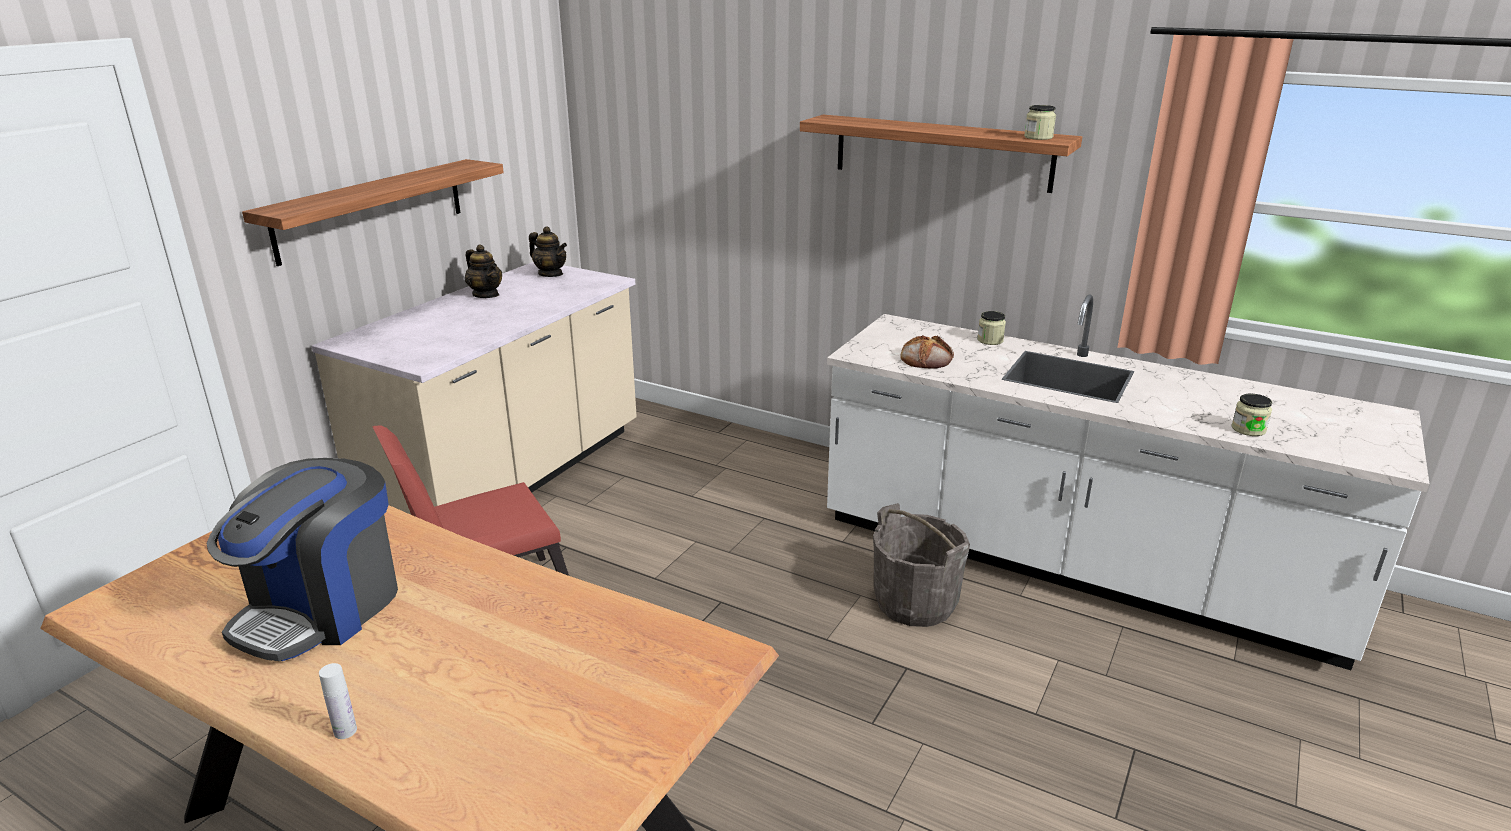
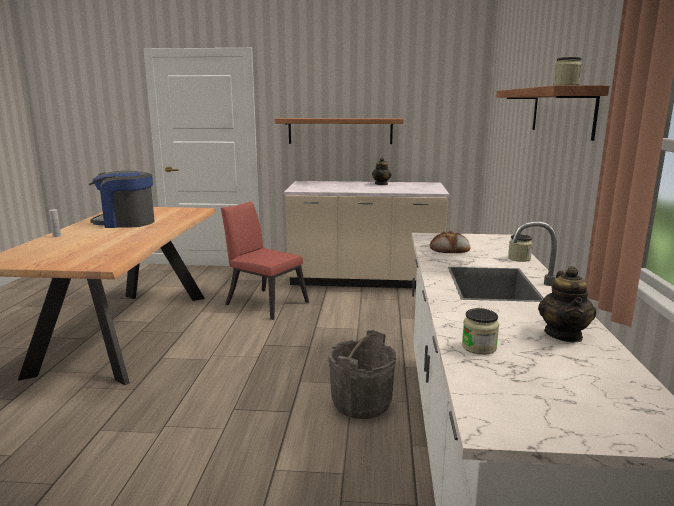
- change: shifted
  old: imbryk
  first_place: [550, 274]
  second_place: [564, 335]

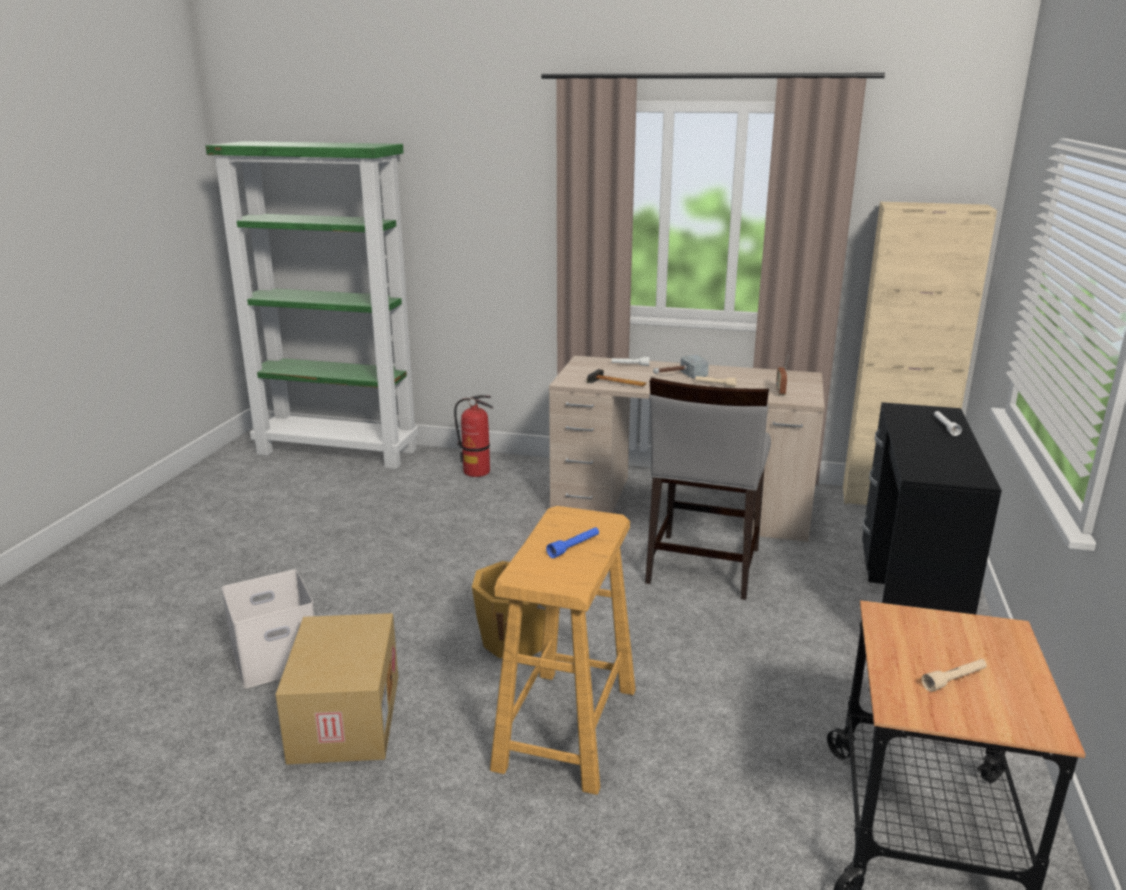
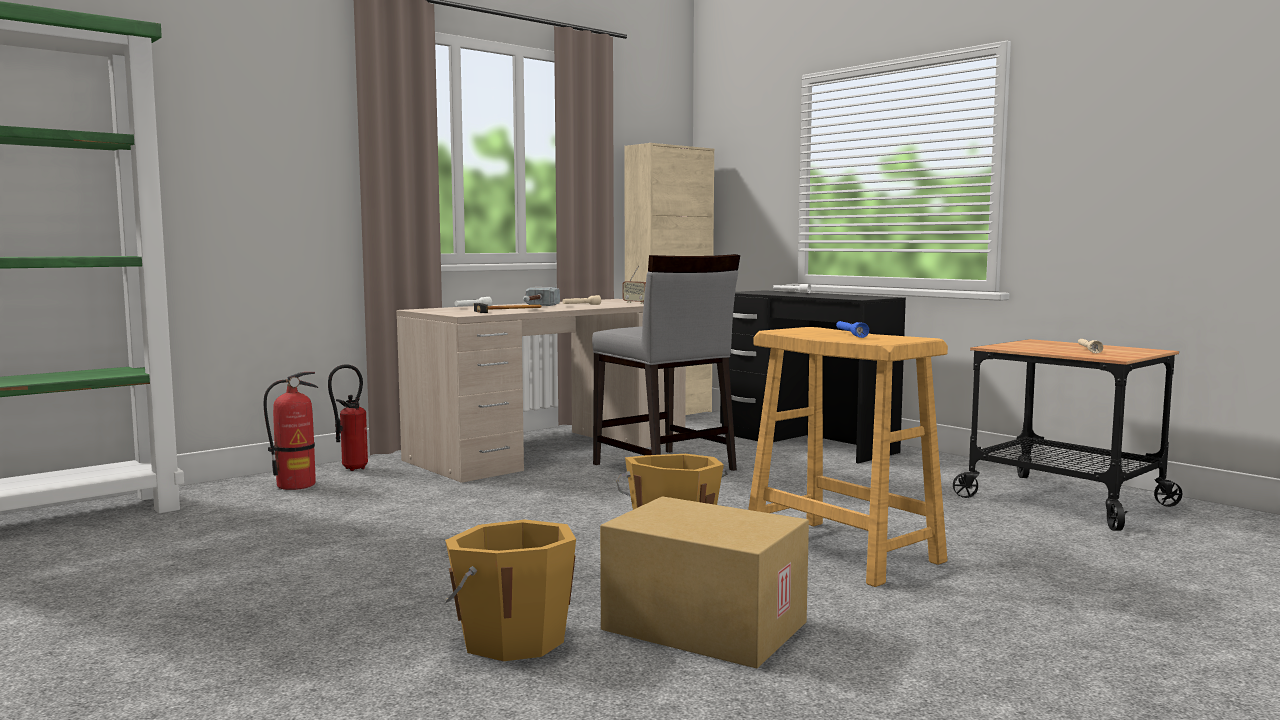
- change: swapped
  old: pojemnik do przechowywania (biały)
  new: wiadro (pomarańczowy)
  first_place: [277, 656]
  second_place: [511, 638]
- change: new
  new: gaśnica
  second_place: [350, 469]

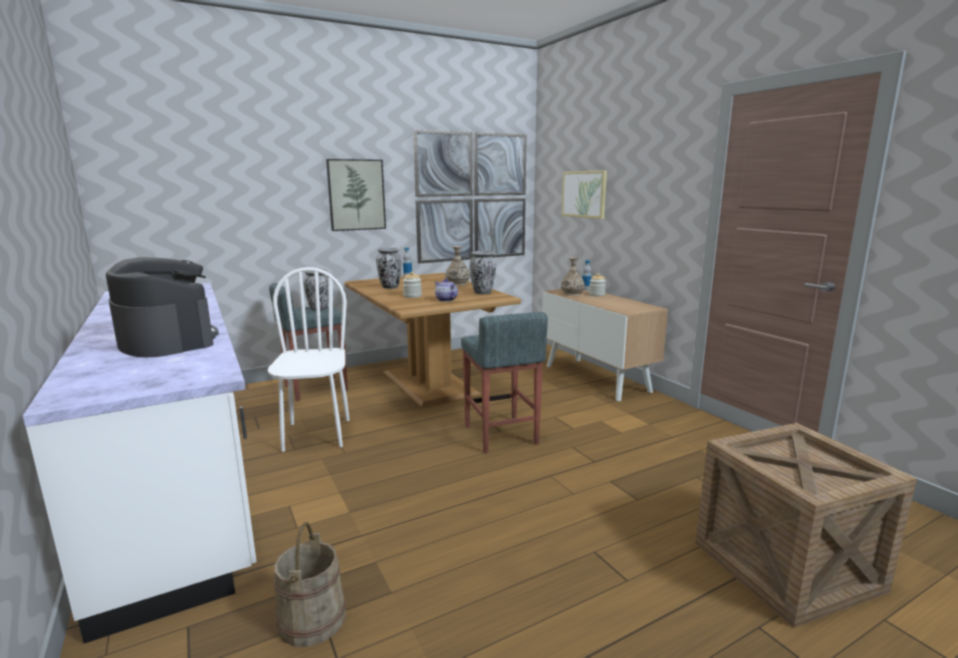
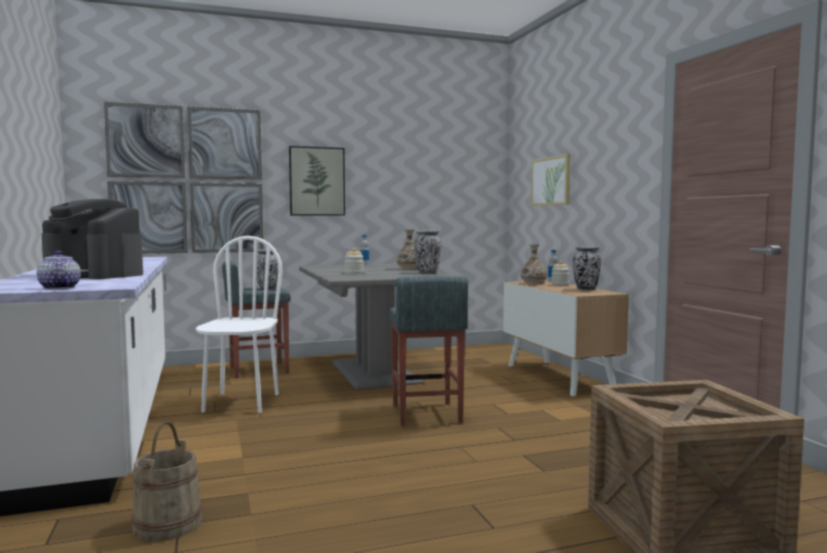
- change: rotated
  old: ekspres do kawy
  first_place: [167, 341]
  second_place: [94, 275]
  degrees: 150
- change: repainted
  old: stół jadalny (brązowy)
  new: stół jadalny (szary)
  first_place: [428, 383]
  second_place: [373, 372]
- change: shifted
  old: wazon
  first_place: [390, 287]
  second_place: [586, 289]
- change: shifted
  old: obraz
  first_place: [472, 197]
  second_place: [187, 180]
- change: shifted
  old: imbryk
  first_place: [445, 300]
  second_place: [59, 287]

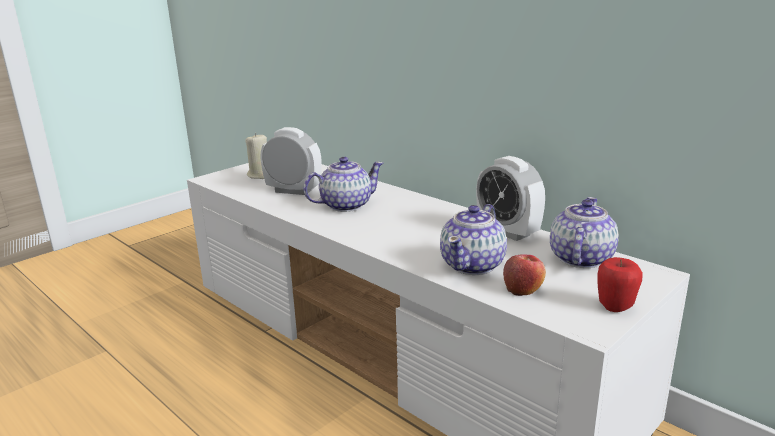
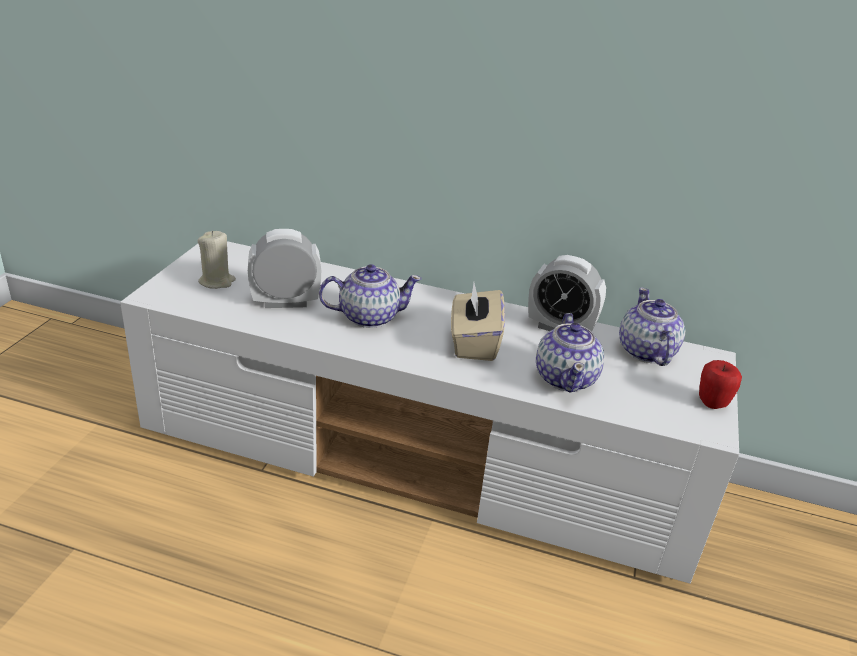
- change: rotated
  old: imbryk
  first_place: [345, 205]
  second_place: [368, 317]
  degrees: 45
- change: gone
  old: jabłko
  first_place: [523, 289]
- change: new
  new: pudełko chusteczek (beżowy)
  second_place: [474, 343]

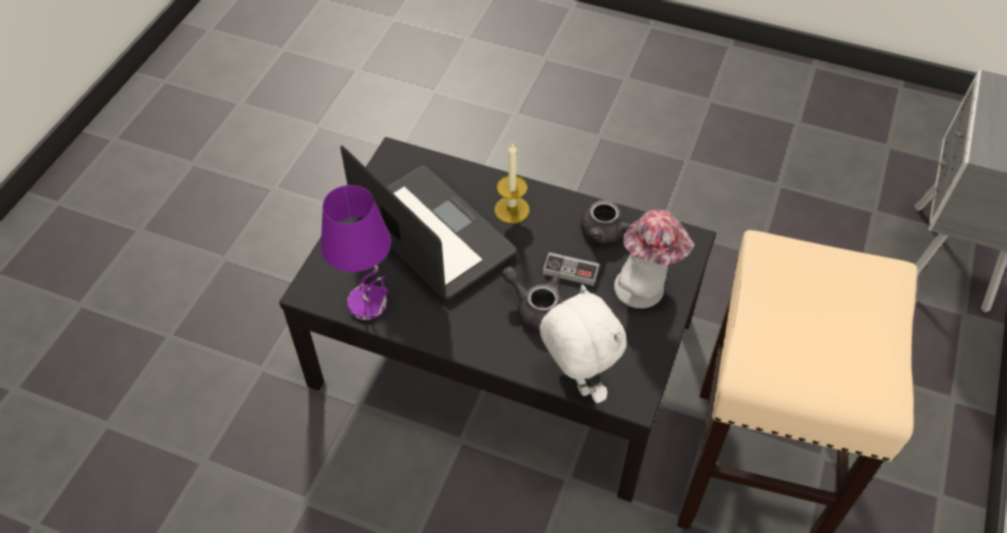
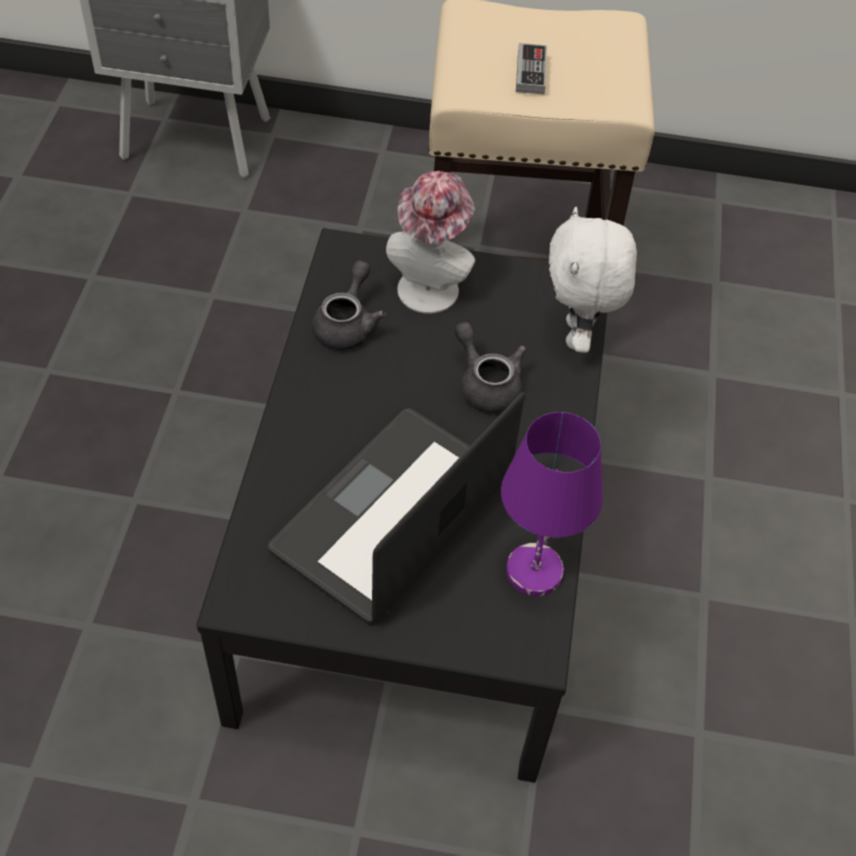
- change: gone
  old: świeca
  first_place: [511, 210]
- change: rotated
  old: imbryk (szary)
  first_place: [536, 308]
  second_place: [486, 384]
  degrees: 120
- change: rotated
  old: pluszak (biały)
  first_place: [576, 382]
  second_place: [578, 336]
  degrees: -45
- change: shifted
  old: pad do gier
  first_place: [570, 271]
  second_place: [530, 72]

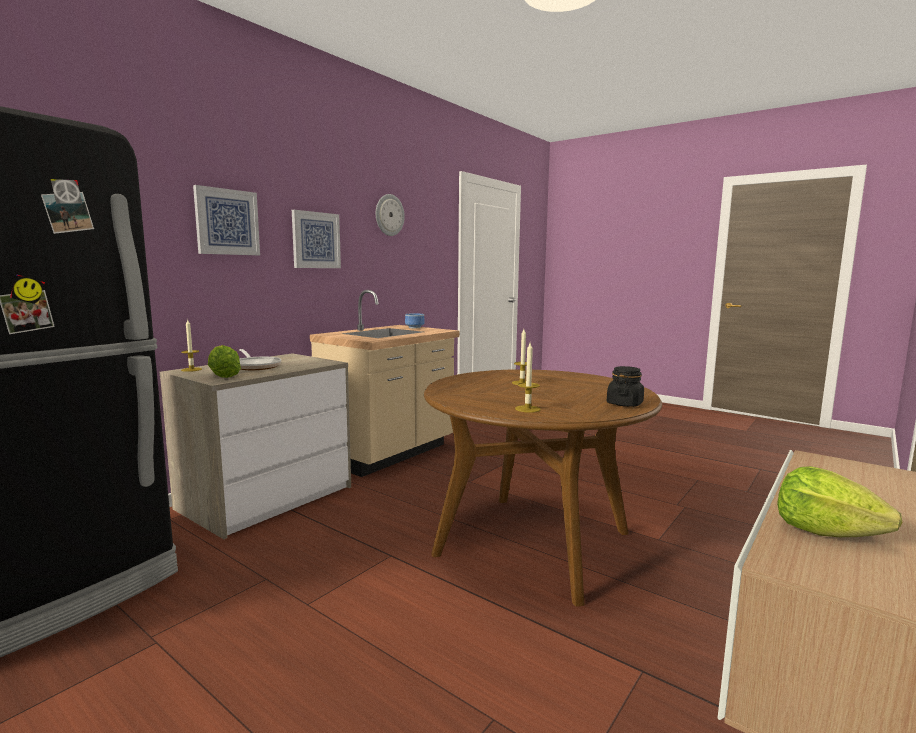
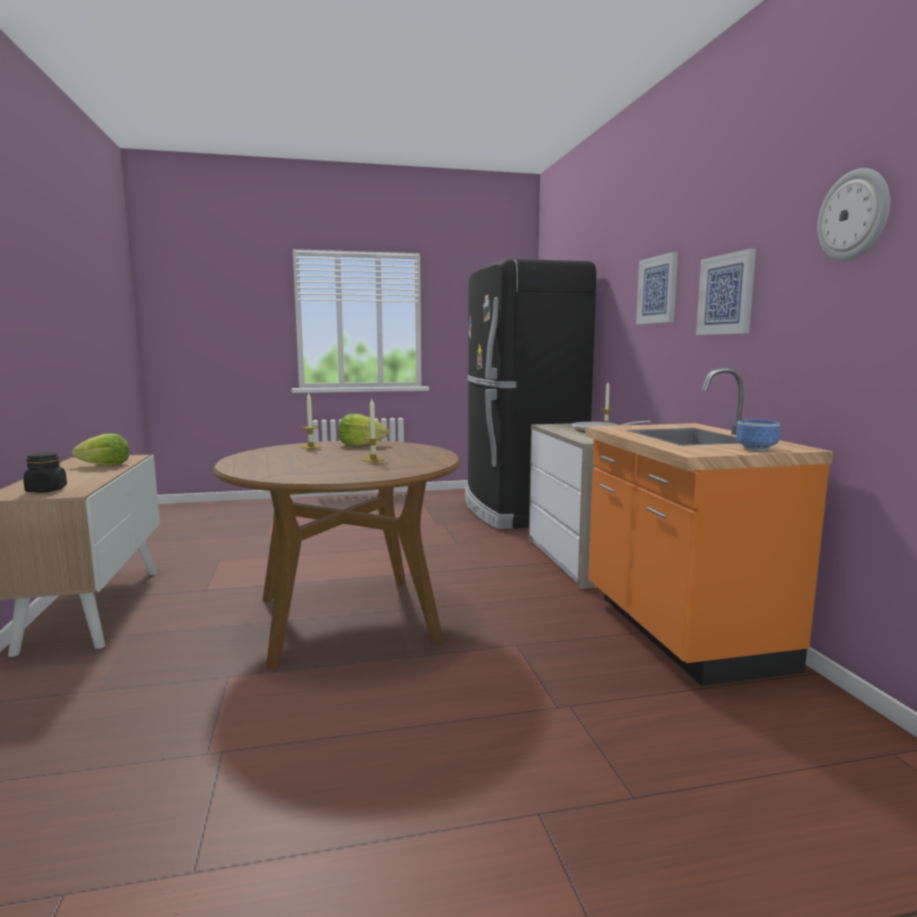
- change: shifted
  old: sałata
  first_place: [223, 376]
  second_place: [361, 445]
- change: repainted
  old: zabudowa kuchenna (beżowy)
  new: zabudowa kuchenna (pomarańczowy)
  first_place: [389, 454]
  second_place: [679, 632]
- change: shifted
  old: słoik (czarny)
  first_place: [624, 404]
  second_place: [46, 490]

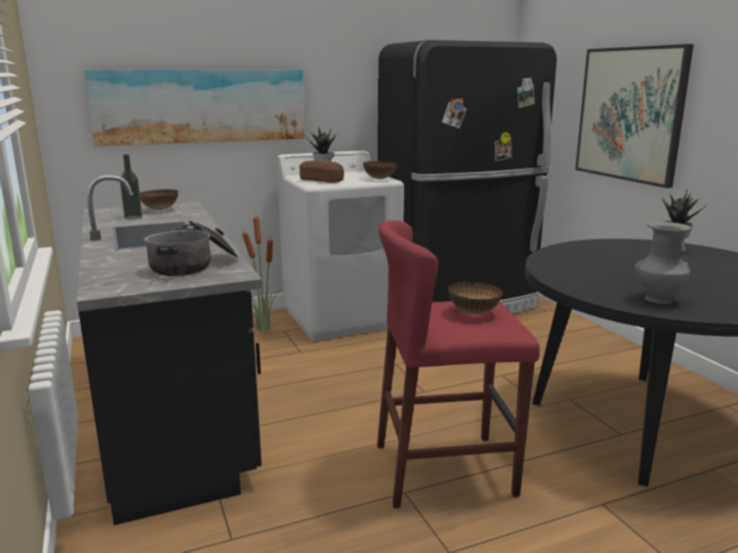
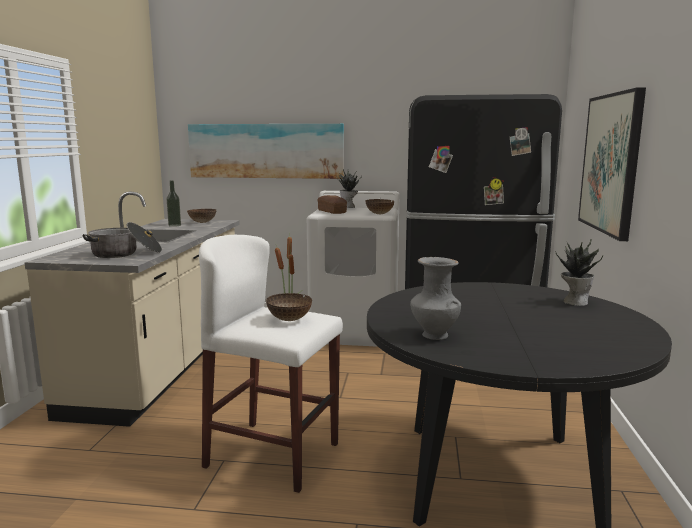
- change: repainted
  old: zabudowa kuchenna (czarny)
  new: zabudowa kuchenna (beżowy)
  first_place: [173, 410]
  second_place: [164, 366]
- change: repainted
  old: stołek (czerwony)
  new: stołek (biały)
  first_place: [444, 469]
  second_place: [273, 455]

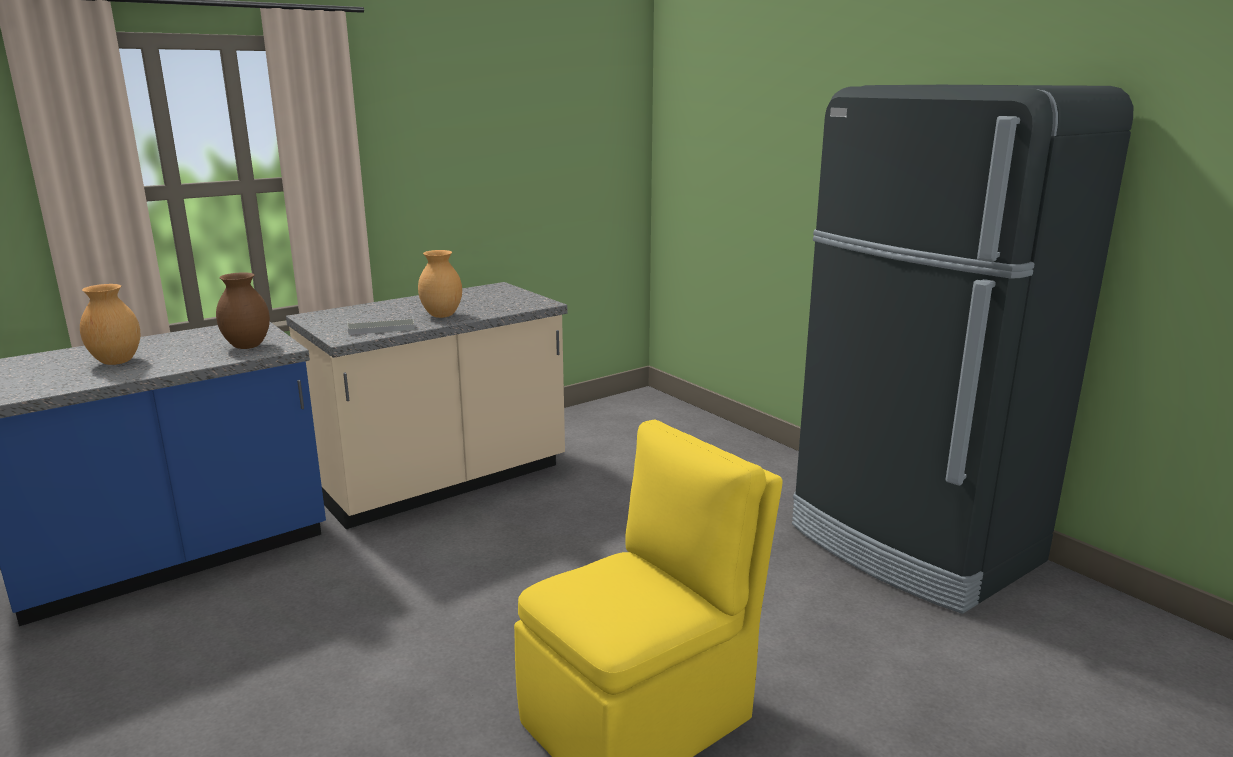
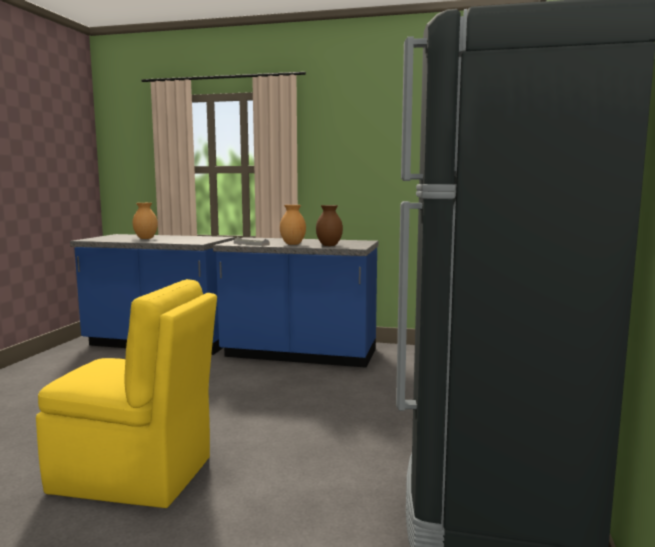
- change: shifted
  old: wazon (brązowy)
  first_place: [248, 346]
  second_place: [329, 245]
- change: repainted
  old: zabudowa kuchenna (beżowy)
  new: zabudowa kuchenna (niebieski)
  first_place: [442, 481]
  second_place: [299, 354]

